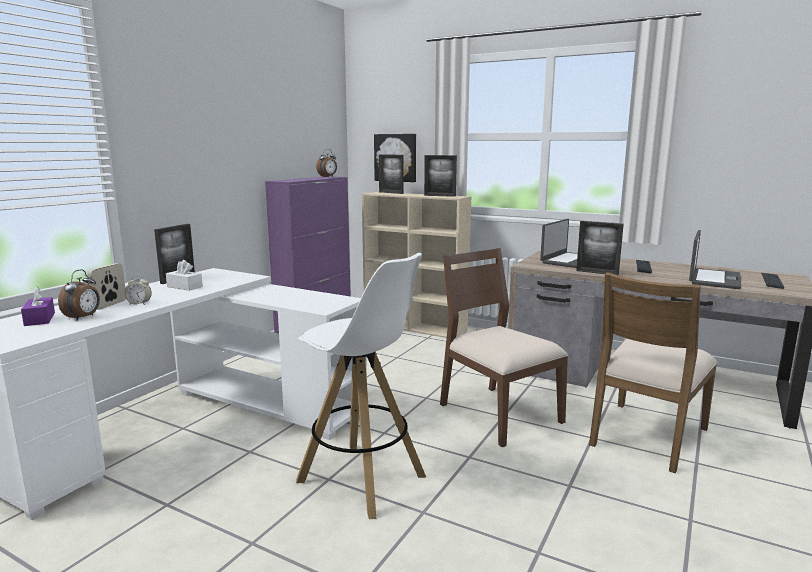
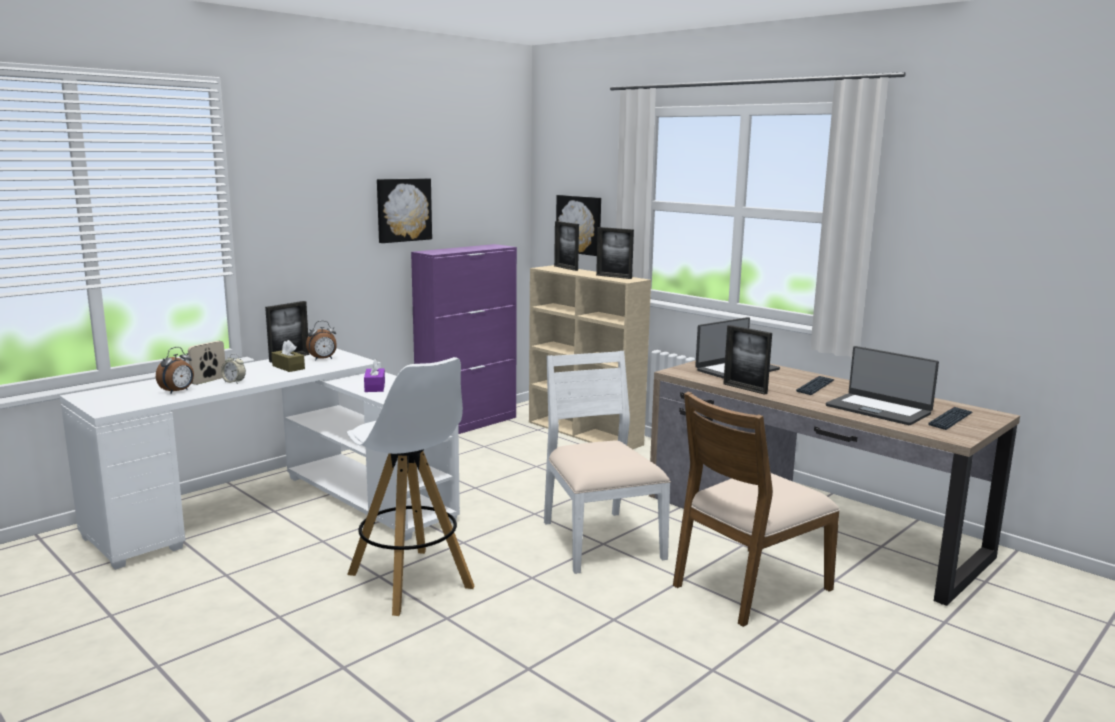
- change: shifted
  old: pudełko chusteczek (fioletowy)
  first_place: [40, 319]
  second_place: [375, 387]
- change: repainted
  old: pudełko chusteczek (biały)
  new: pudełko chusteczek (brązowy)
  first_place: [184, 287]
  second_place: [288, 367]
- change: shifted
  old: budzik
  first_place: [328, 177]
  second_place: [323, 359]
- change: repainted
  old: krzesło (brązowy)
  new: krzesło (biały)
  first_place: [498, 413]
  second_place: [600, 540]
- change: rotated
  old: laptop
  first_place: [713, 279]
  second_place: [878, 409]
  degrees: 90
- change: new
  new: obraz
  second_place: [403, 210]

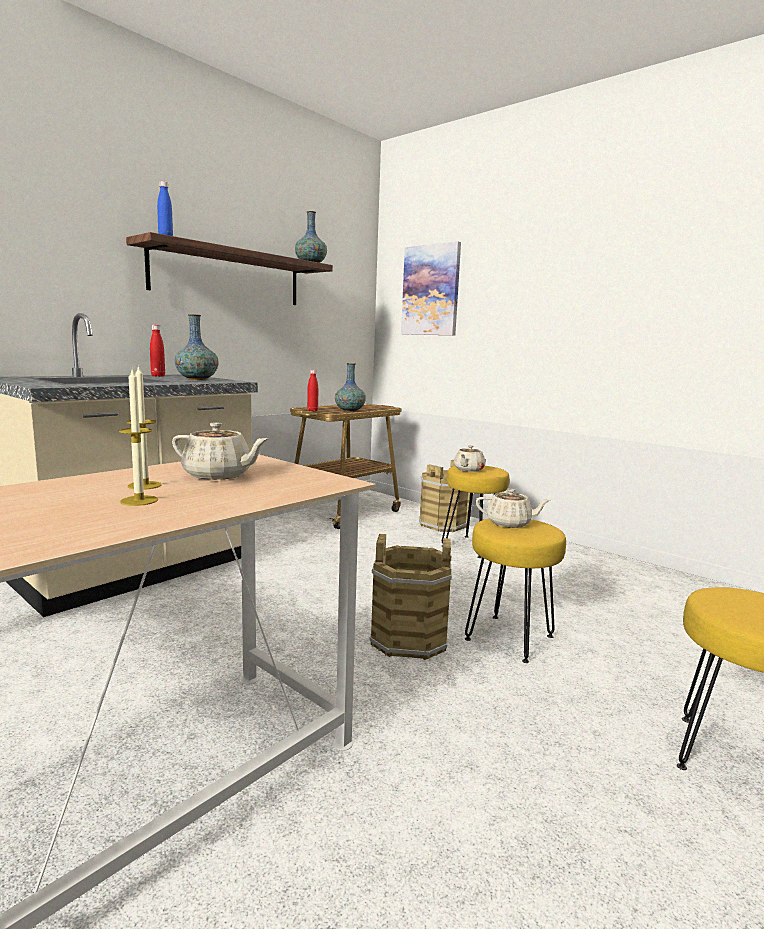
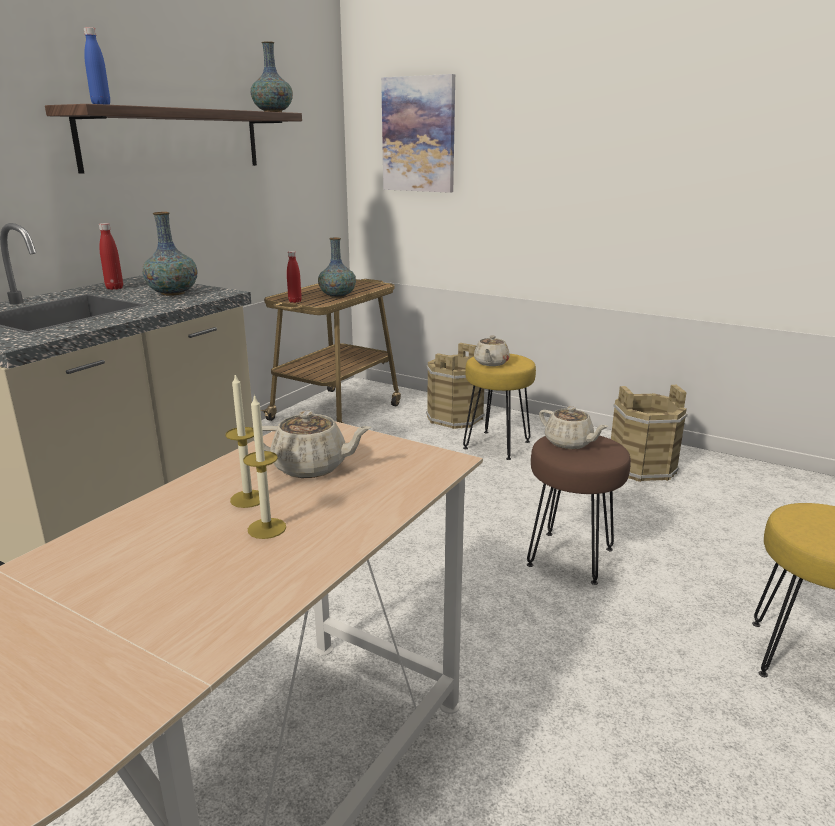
- change: shifted
  old: wiadro (brązowy)
  first_place: [409, 639]
  second_place: [642, 467]
- change: repainted
  old: stołek (żółty)
  new: stołek (brązowy)
  first_place: [508, 637]
  second_place: [569, 557]
- change: rotated
  old: imbryk (beżowy)
  first_place: [509, 523]
  second_place: [569, 443]
  degrees: 45

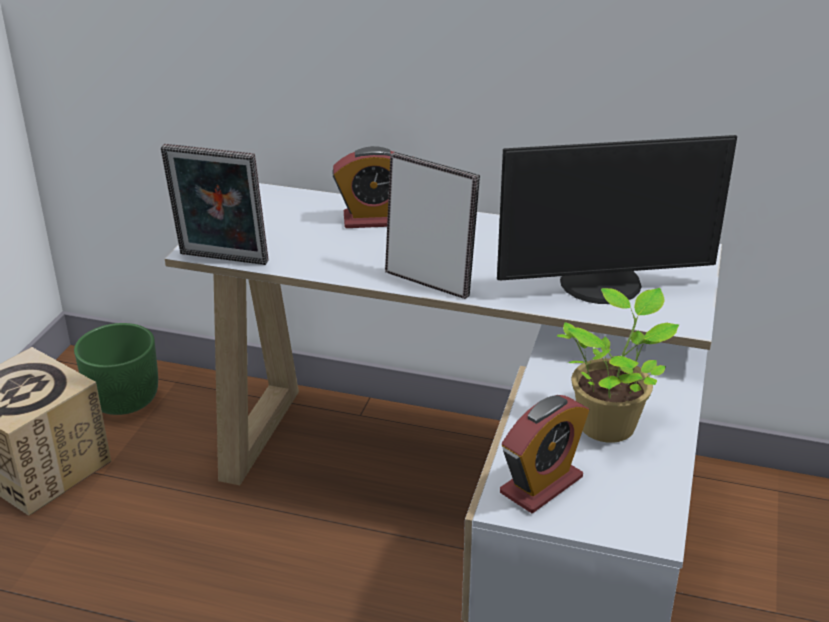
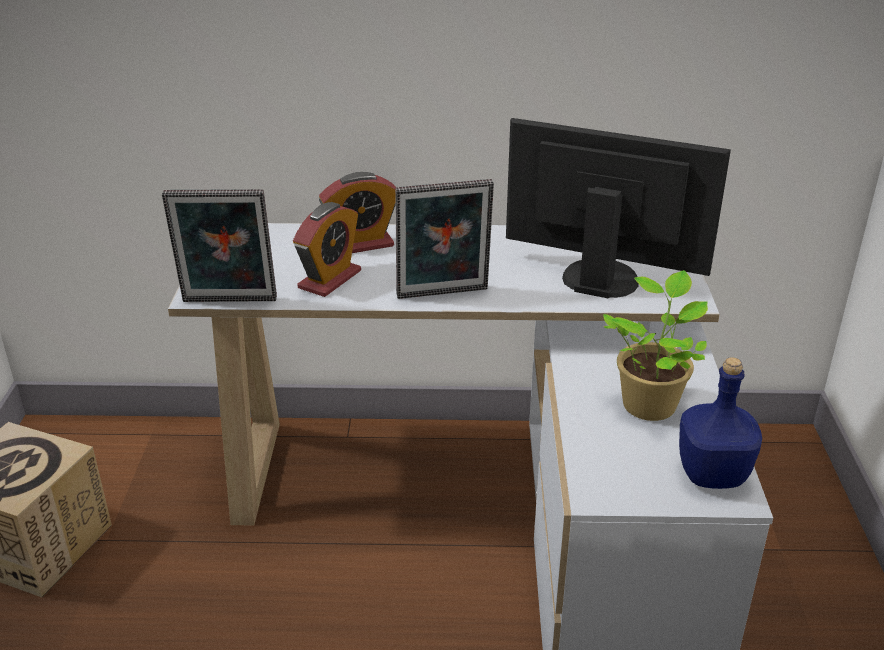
- change: gone
  old: donica (zielony)
  first_place: [124, 399]
- change: rotated
  old: ramka na zdjęcie
  first_place: [430, 281]
  second_place: [443, 295]
  degrees: 150
- change: rotated
  old: monitor
  first_place: [602, 285]
  second_place: [601, 277]
  degrees: -135
- change: shifted
  old: budzik
  first_place: [541, 485]
  second_place: [329, 279]
- change: new
  new: butelka (niebieski)
  second_place: [713, 474]

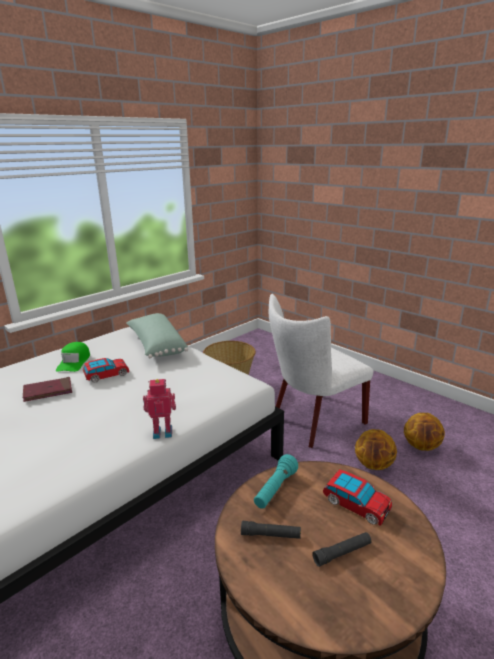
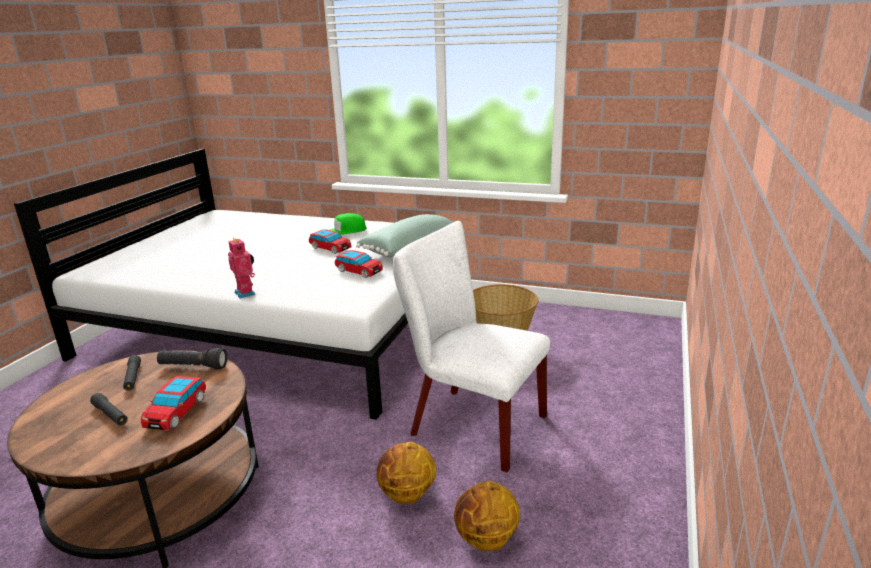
- change: gone
  old: książka (czerwony)
  first_place: [48, 391]
- change: repainted
  old: latarka (turkusowy)
  new: latarka (czarny)
  first_place: [275, 489]
  second_place: [193, 367]
- change: new
  new: samochodzik
  second_place: [359, 271]

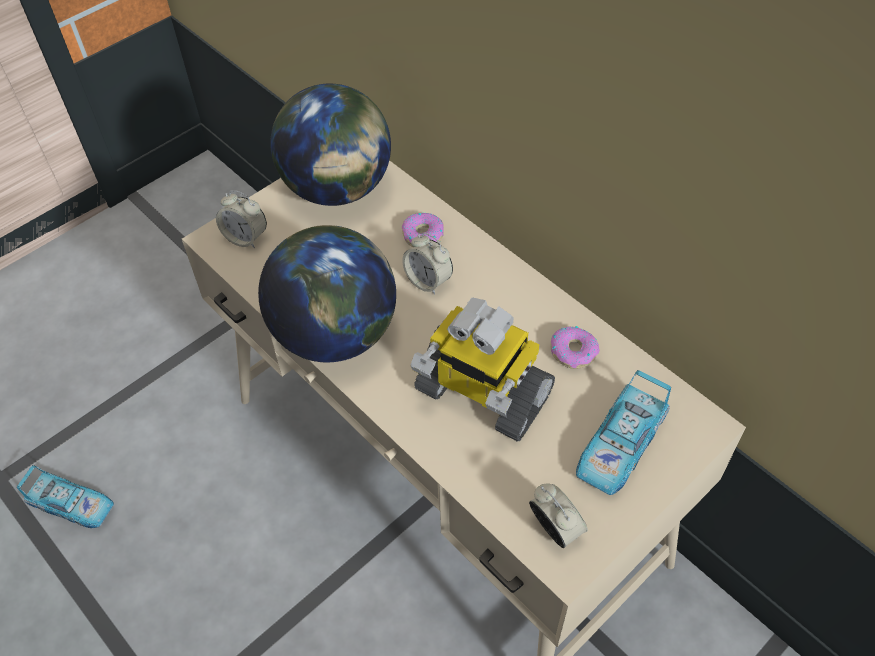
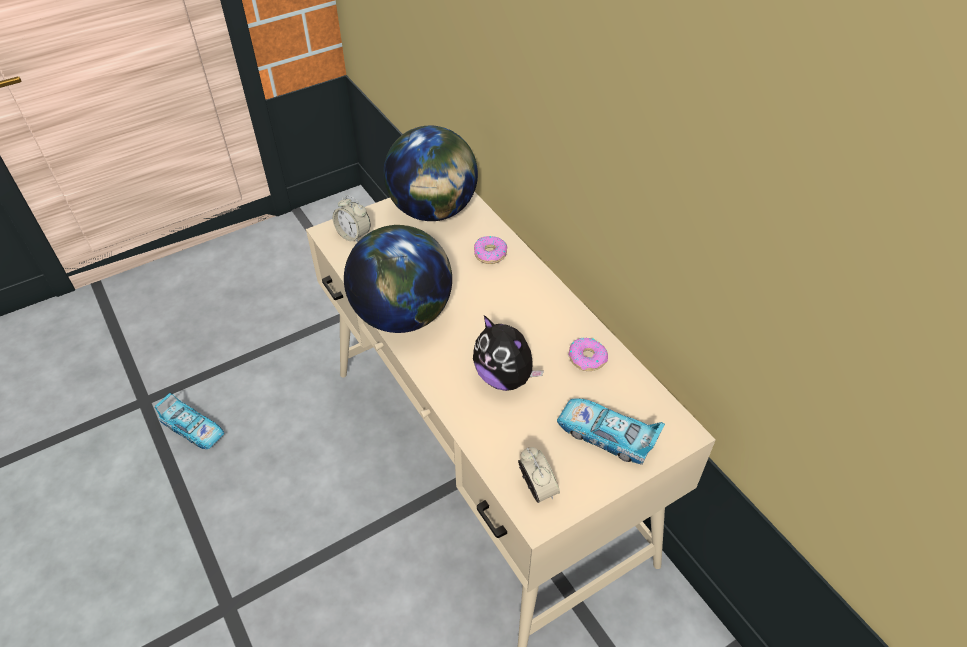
- change: gone
  old: budzik
  first_place: [428, 281]
- change: swapped
  old: robot zabawkowy
  new: pluszak
  first_place: [481, 393]
  second_place: [505, 377]
- change: rotated
  old: samochodzik
  first_place: [620, 445]
  second_place: [606, 435]
  degrees: 75

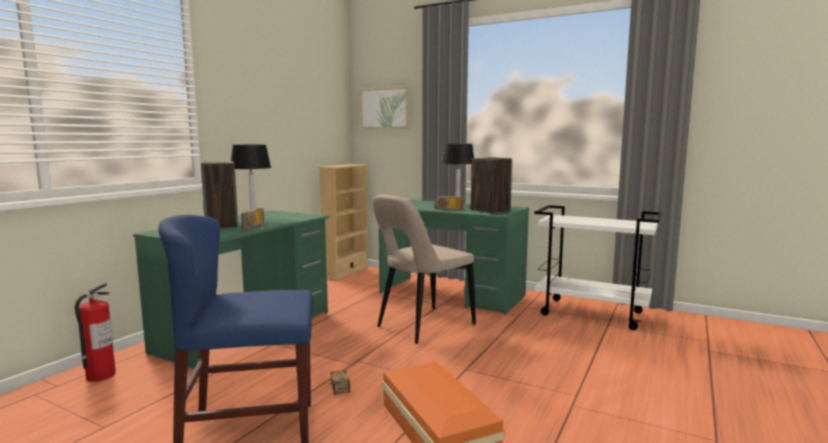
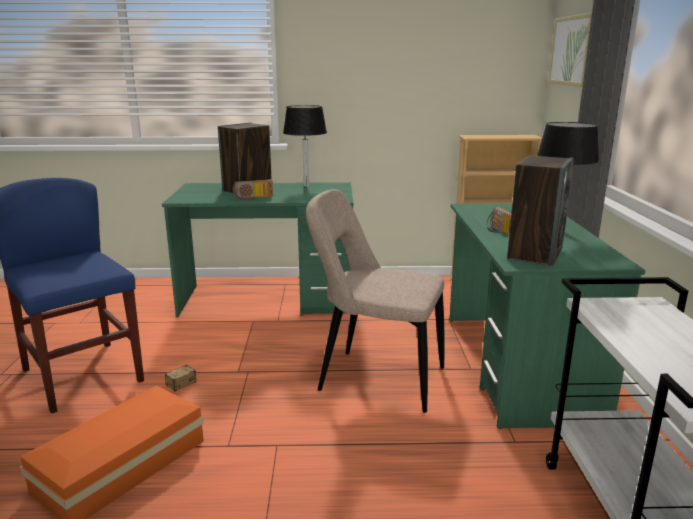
- change: gone
  old: gaśnica
  first_place: [100, 375]

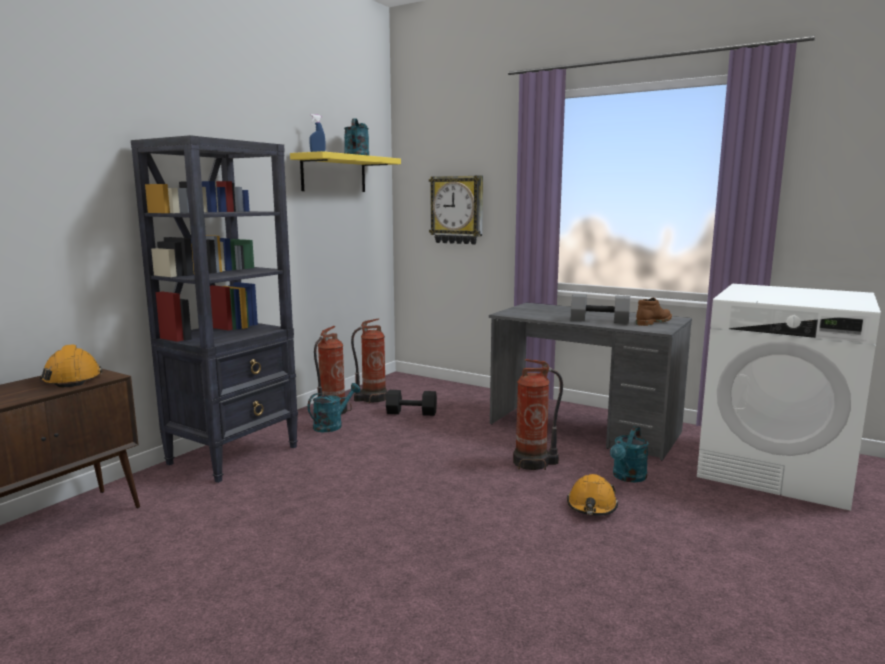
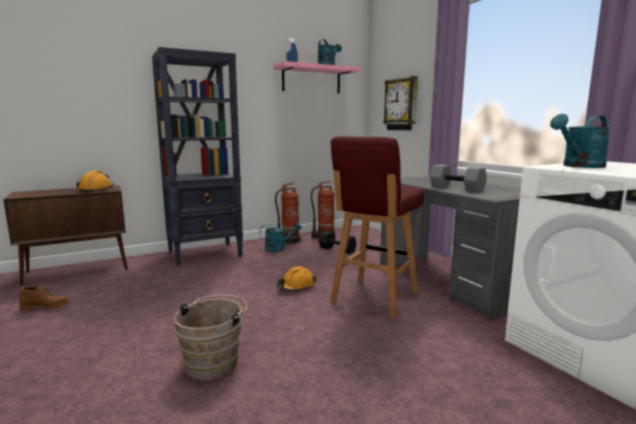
- change: repainted
  old: półka (żółty)
  new: półka (różowy)
  first_place: [334, 174]
  second_place: [311, 80]
- change: swapped
  old: gaśnica
  new: stołek (czerwony)
  first_place: [533, 463]
  second_place: [373, 297]
- change: shifted
  old: kask (pomarańczowy)
  first_place: [592, 506]
  second_place: [296, 287]
- change: shifted
  old: konewka (turkusowy)
  first_place: [627, 477]
  second_place: [579, 166]
- change: shifted
  old: but z cholewką (brązowy)
  first_place: [652, 322]
  second_place: [45, 307]
- change: new
  new: wiadro (brązowy)
  second_place: [215, 362]

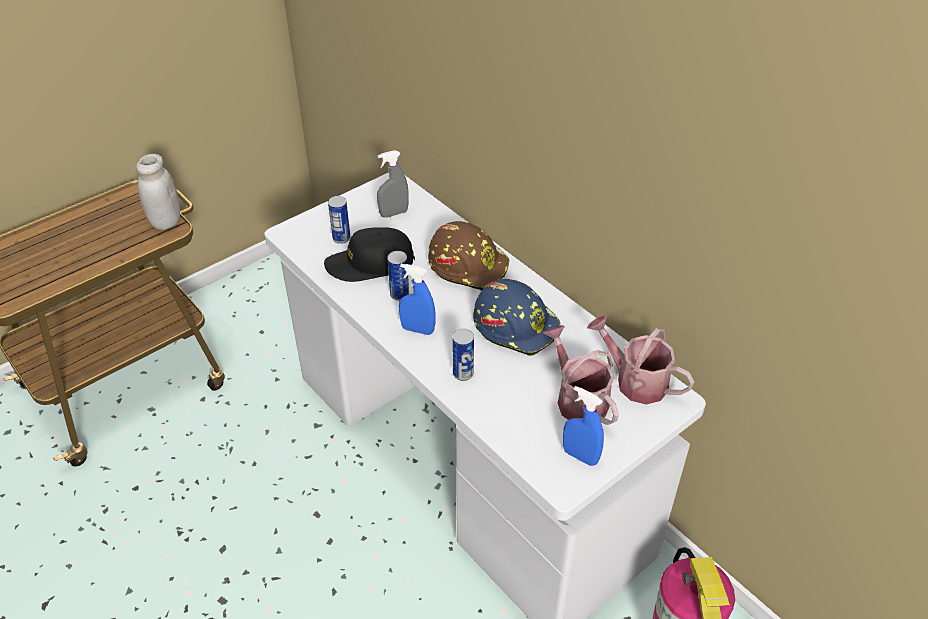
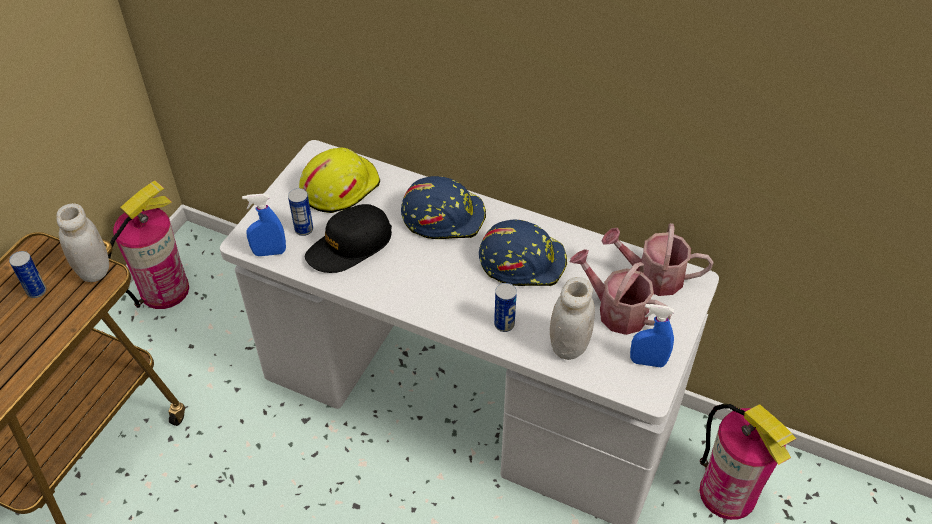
- change: swapped
  old: spryskiwacz (szary)
  new: kask (żółty)
  first_place: [394, 213]
  second_place: [339, 186]
- change: shifted
  old: puszka
  first_place: [399, 294]
  second_place: [36, 291]
- change: shifted
  old: spryskiwacz (niebieski)
  first_place: [417, 330]
  second_place: [269, 252]
- change: repainted
  old: kask (brązowy)
  new: kask (niebieski)
  first_place: [468, 265]
  second_place: [443, 216]
- change: new
  new: gaśnica
  second_place: [164, 290]
- change: new
  new: słoik (biały)
  second_place: [569, 346]

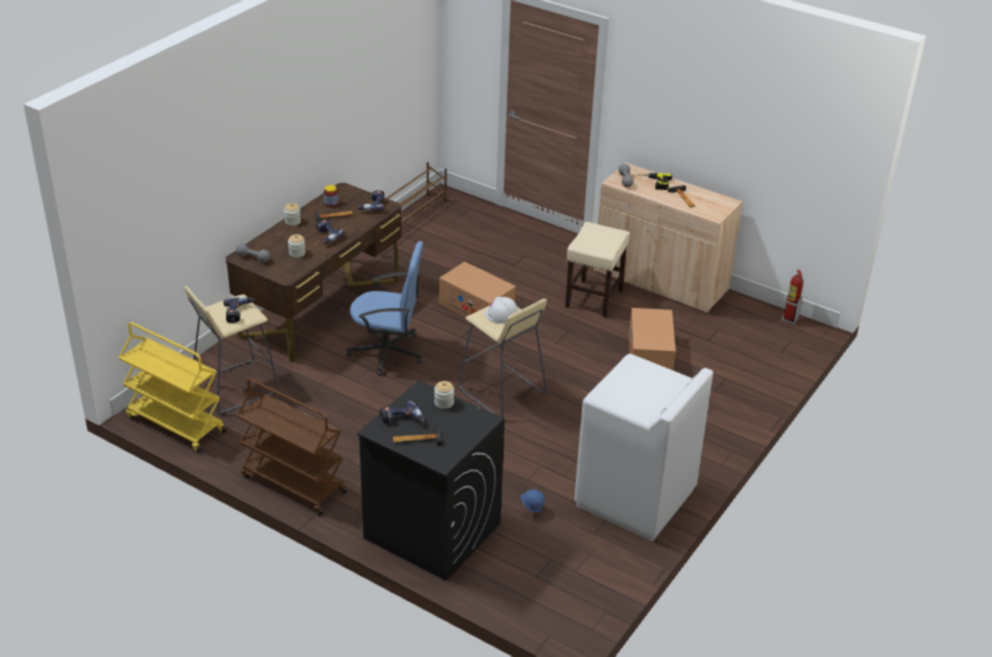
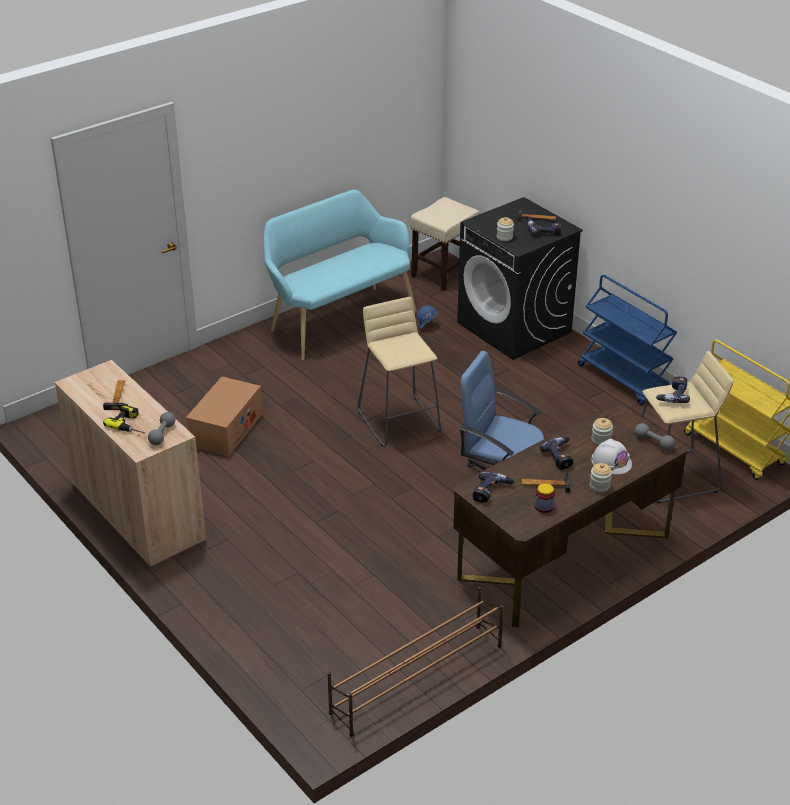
- change: repainted
  old: wózek (brązowy)
  new: wózek (niebieski)
  first_place: [293, 484]
  second_place: [624, 379]
- change: gone
  old: karton
  first_place: [476, 307]
- change: shifted
  old: kask (biały)
  first_place: [502, 314]
  second_place: [611, 461]
- change: shifted
  old: stołek (beżowy)
  first_place: [594, 299]
  second_place: [444, 273]
- change: swapped
  old: pralka (biały)
  new: ławka (turkusowy)
  first_place: [634, 499]
  second_place: [338, 319]
- change: gone
  old: gaśnica
  first_place: [789, 320]

